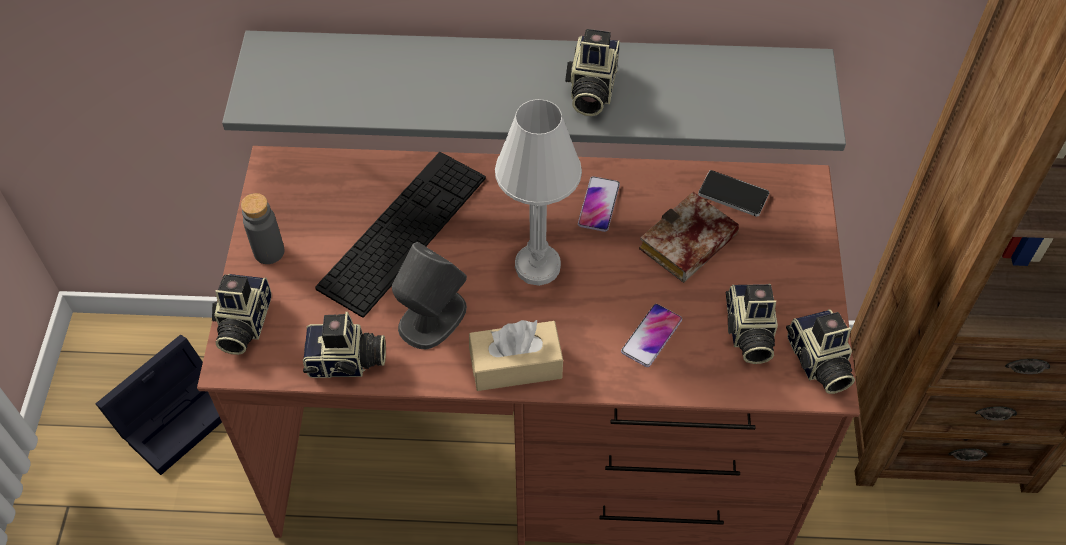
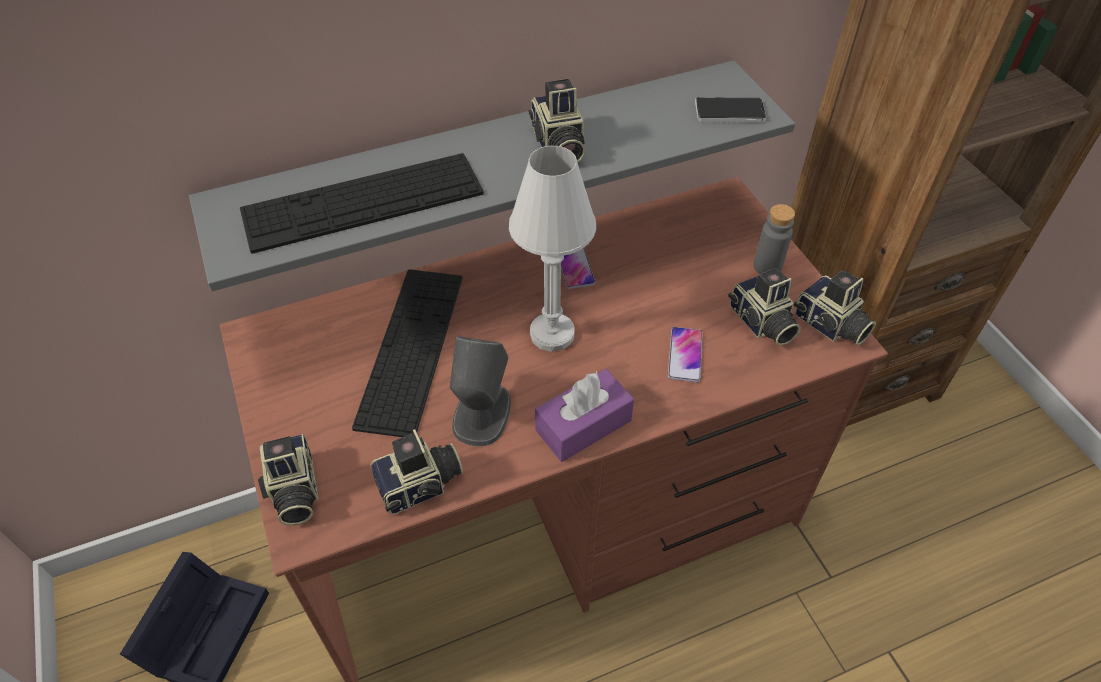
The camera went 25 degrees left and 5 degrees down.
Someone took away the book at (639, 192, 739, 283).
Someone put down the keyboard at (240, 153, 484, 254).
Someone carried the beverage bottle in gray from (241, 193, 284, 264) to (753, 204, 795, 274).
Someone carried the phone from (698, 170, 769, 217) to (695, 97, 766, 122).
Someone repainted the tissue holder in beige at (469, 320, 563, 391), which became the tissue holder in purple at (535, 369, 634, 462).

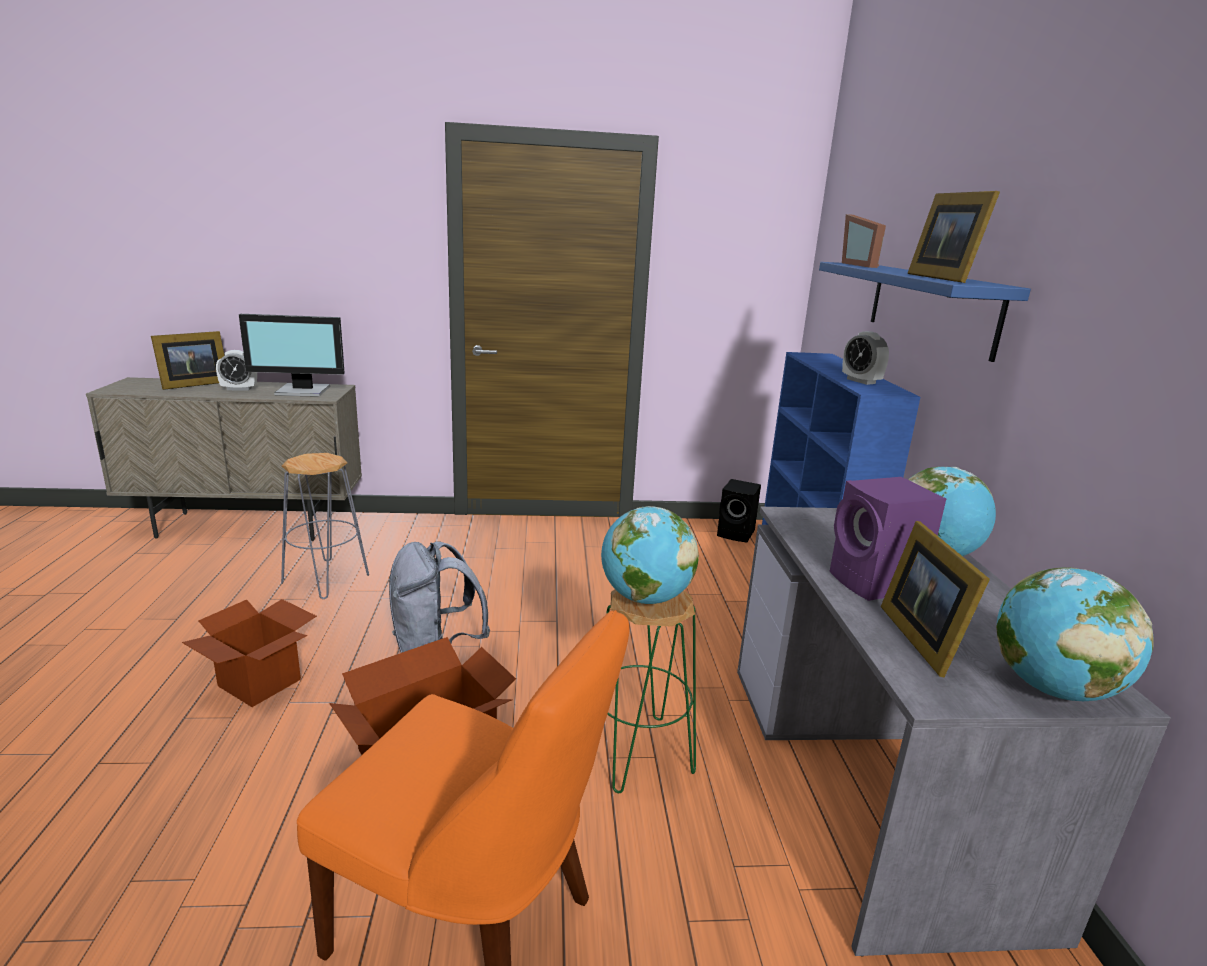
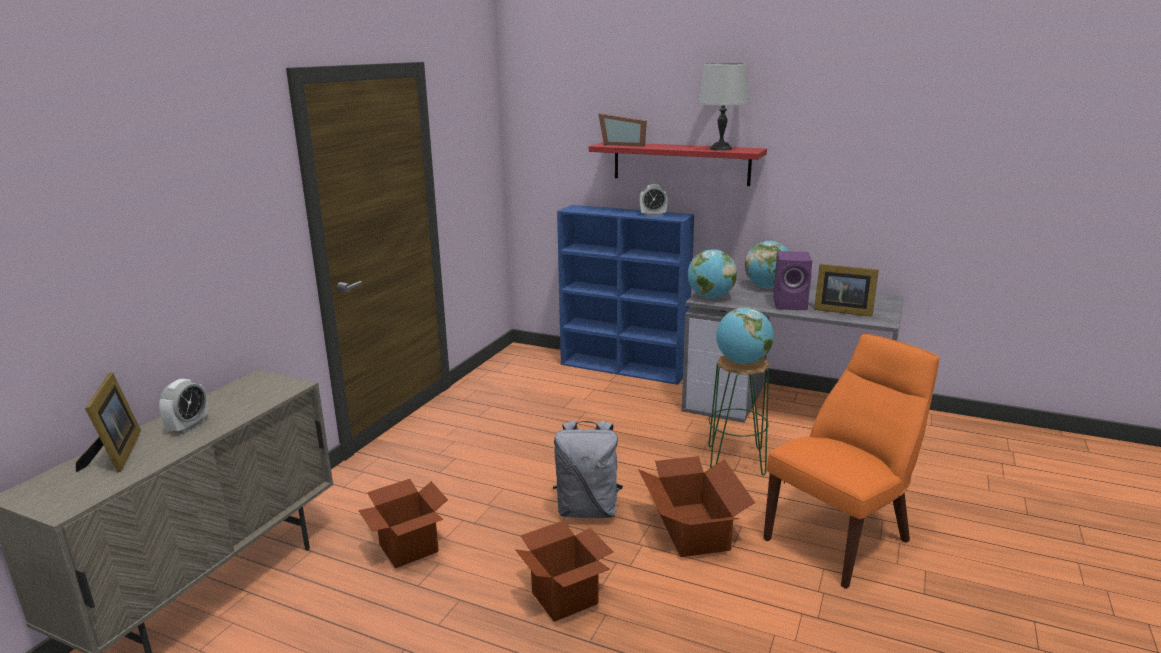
The camera went 60 degrees left and 0 degrees up.
Someone took away the monitor at (239, 314, 345, 397).
Someone took away the loudspeaker in black-coloured at (717, 479, 761, 542).
Someone carried the desk globe from (996, 567, 1154, 701) to (688, 249, 737, 299).
Someone swapped the stool seat in gray at (281, 453, 369, 599) for the cardboard box at (358, 479, 448, 569).
Someone swapped the photo frame at (908, 191, 1000, 283) for the tabletop lamp in gray at (698, 63, 749, 151).
Someone repainted the shelf in blue-coloured at (819, 262, 1031, 362), which became the shelf in red-coloured at (589, 142, 767, 186).

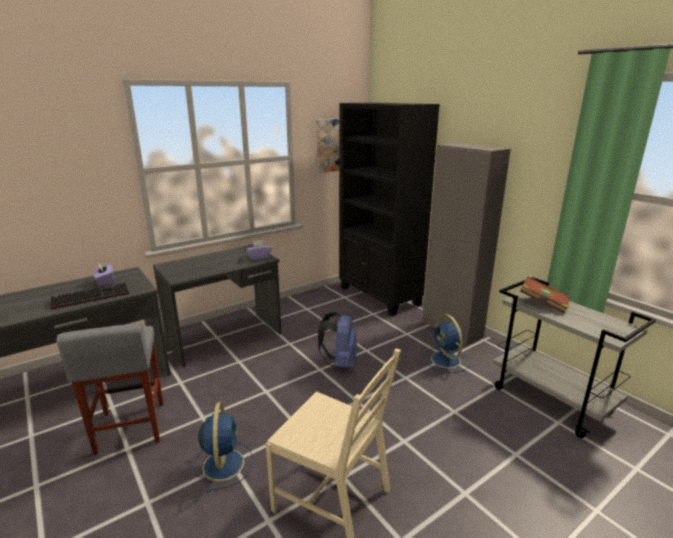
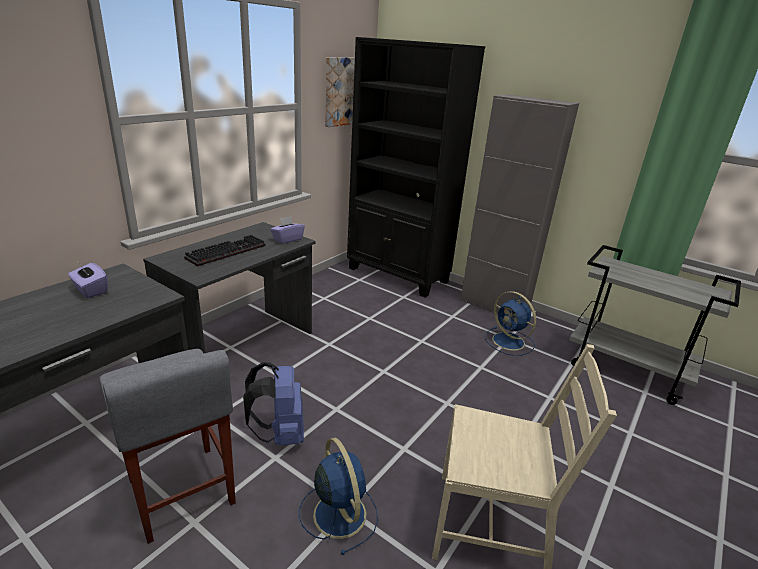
The camera went 20 degrees left and 5 degrees up.
Someone took away the book in brown at (520, 276, 570, 313).
Someone carried the keyboard from (50, 283, 129, 310) to (184, 235, 266, 266).
Someone carried the backpack in blue-coloured from (318, 312, 357, 368) to (243, 362, 304, 445).

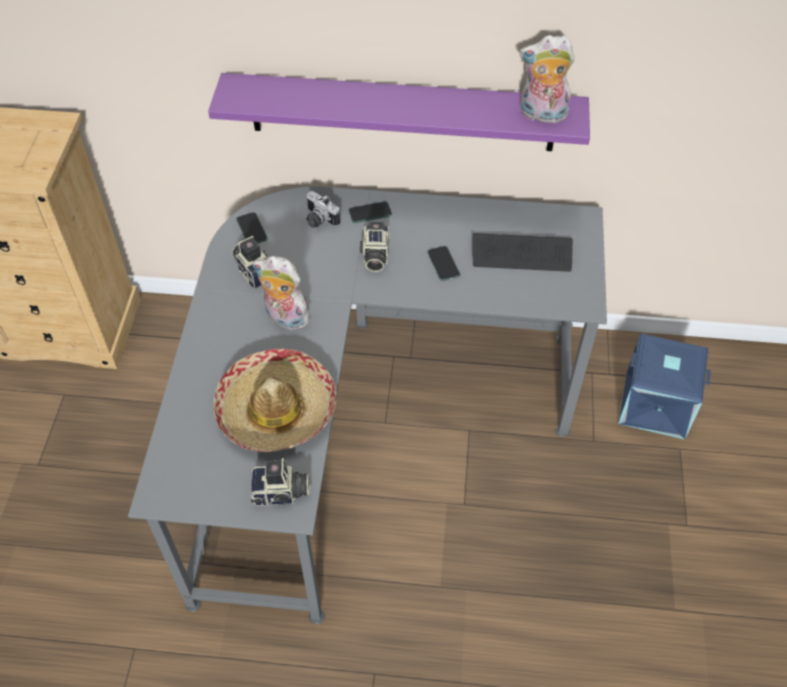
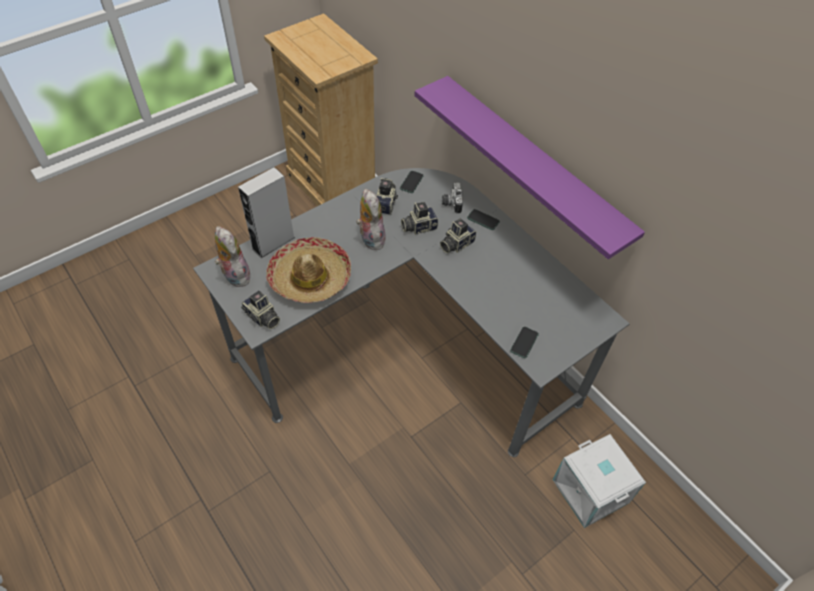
The camera went 45 degrees right and 0 degrees up.
Someone took away the keyboard at (473, 233, 573, 272).
Someone put down the loudspeaker in gray at (238, 167, 295, 258).
Someone put down the still camera at (401, 202, 438, 235).
Someone carried the phone from (427, 246, 460, 281) to (510, 327, 539, 358).
Someone carried the soft toy from (519, 35, 575, 123) to (215, 226, 250, 287).
Someone repainted the storage bin in blue-coloured at (618, 333, 711, 439), which became the storage bin in white at (552, 434, 646, 528).

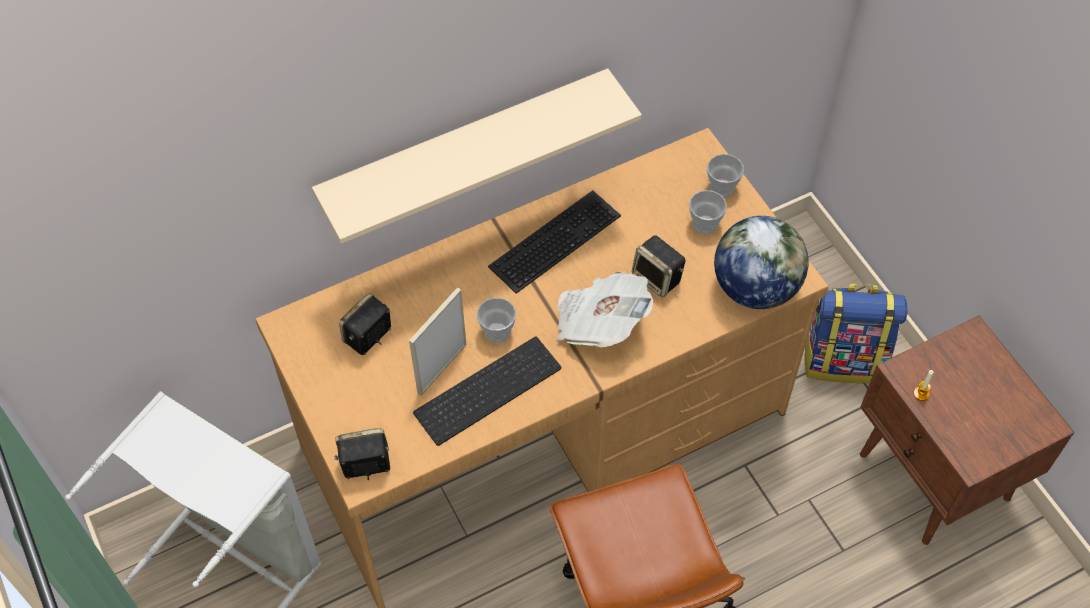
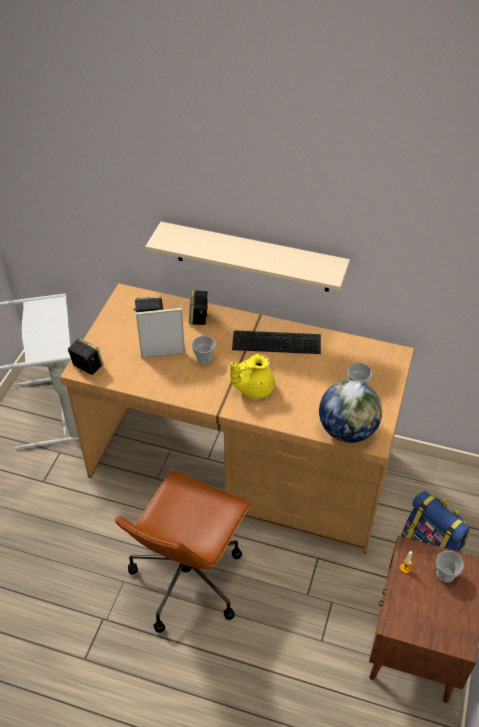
The camera went 45 degrees right and 10 degrees down.
Someone took away the keyboard at (413, 336, 561, 446).
Someone carried the loudspeaker from (632, 235, 686, 297) to (189, 290, 209, 325).
Someone carried the small cup from (707, 154, 744, 198) to (436, 551, 464, 583).
Someone swapped the newspaper at (557, 271, 653, 348) for the pot for tea in yellow at (230, 354, 275, 399).

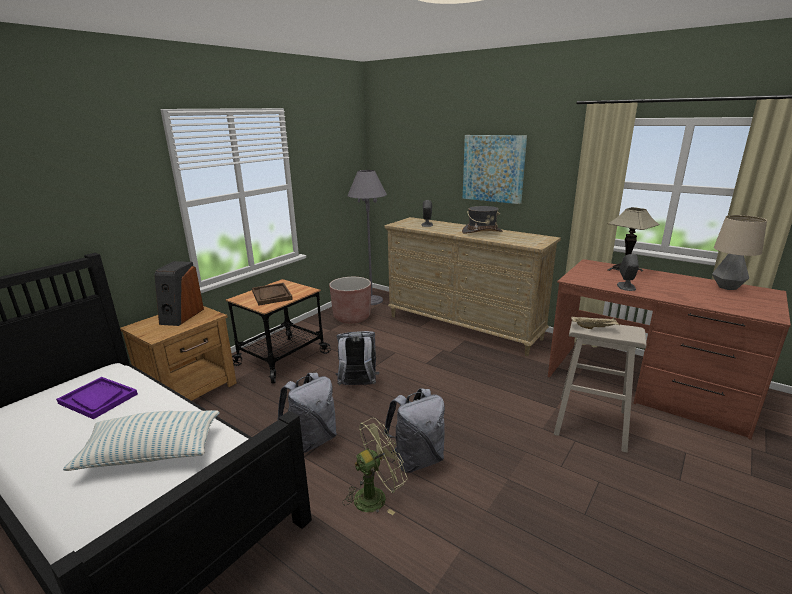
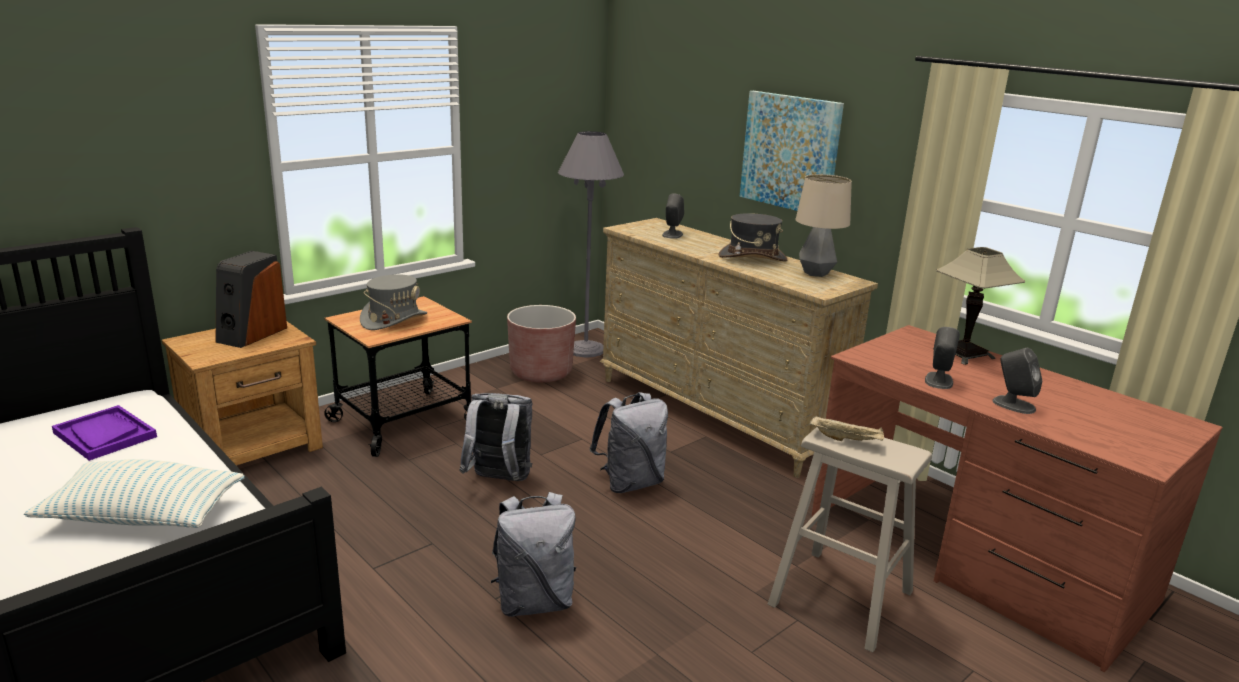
The camera went 10 degrees right and 0 degrees up.
Someone took away the cooling fan in green at (343, 418, 408, 515).
Someone put down the loudspeaker in gray at (992, 348, 1042, 414).
Someone carried the backpack in gray from (277, 372, 337, 453) to (589, 392, 668, 493).
Someone carried the tabletop lamp from (712, 215, 767, 290) to (796, 174, 852, 277).
Someone swapped the carrying tray in brown at (252, 283, 293, 306) for the hat in gray at (360, 274, 427, 330).

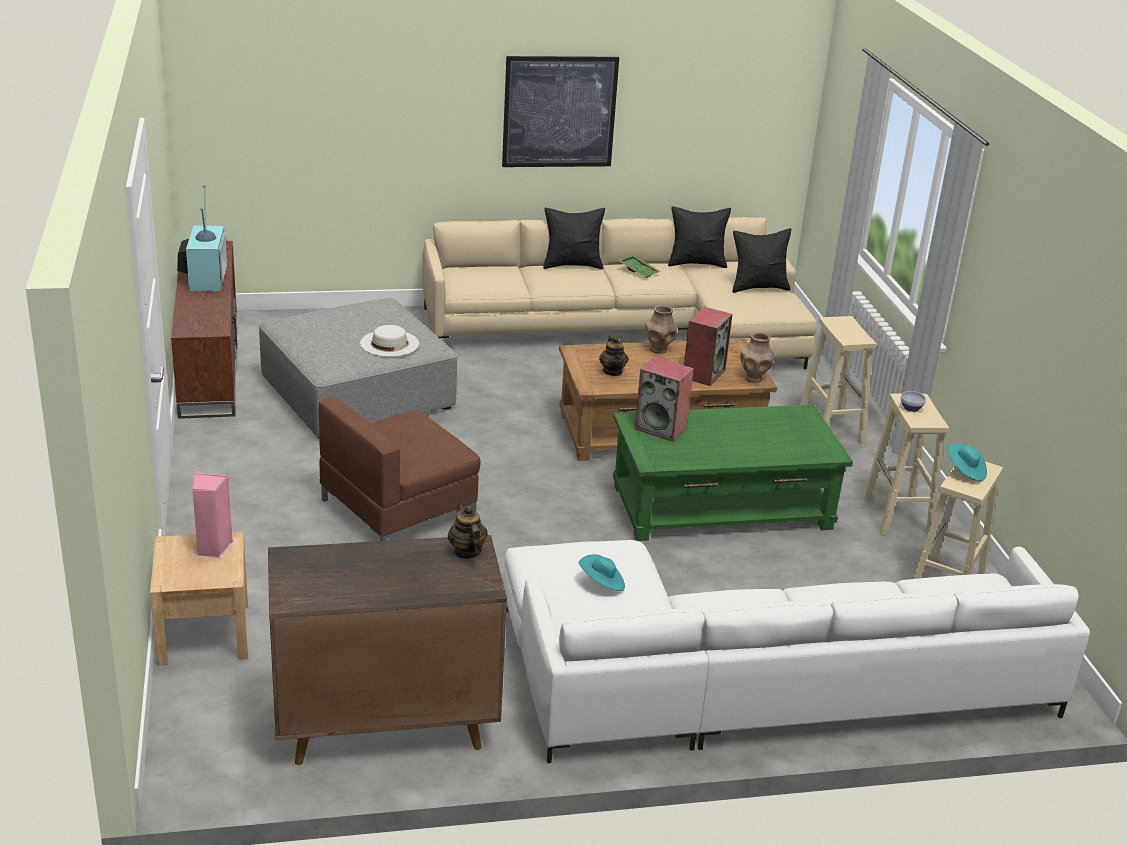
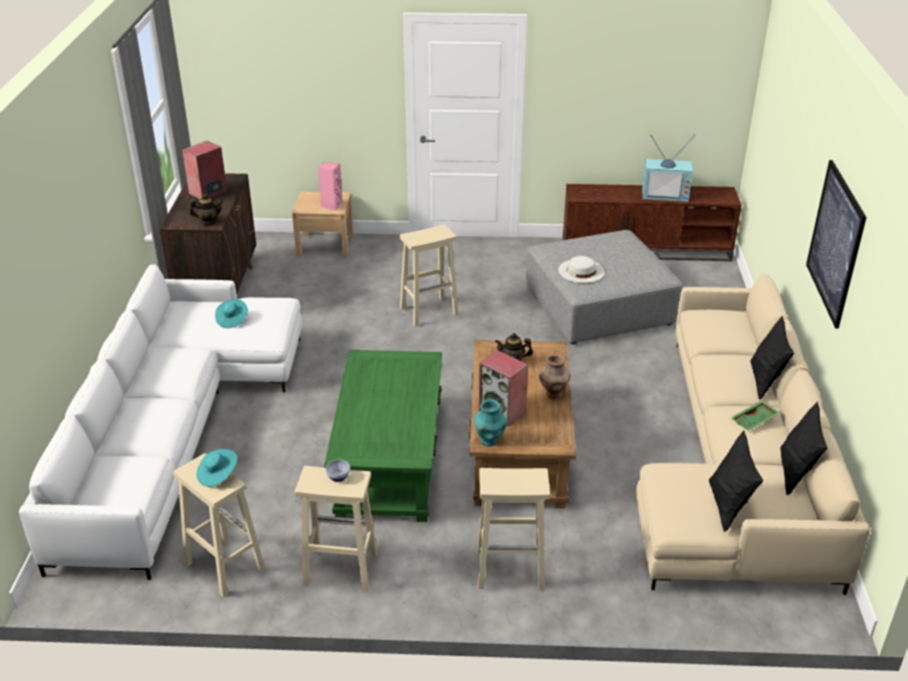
The camera went 105 degrees right and 5 degrees up.
Someone carried the loudspeaker from (635, 357, 694, 442) to (182, 141, 227, 199).
Someone swapped the lounge chair in brown at (319, 397, 480, 541) for the stool seat in beige at (400, 224, 459, 327).
Someone repainted the vase in brown at (740, 332, 774, 383), which became the vase in turquoise-coloured at (474, 400, 507, 447).

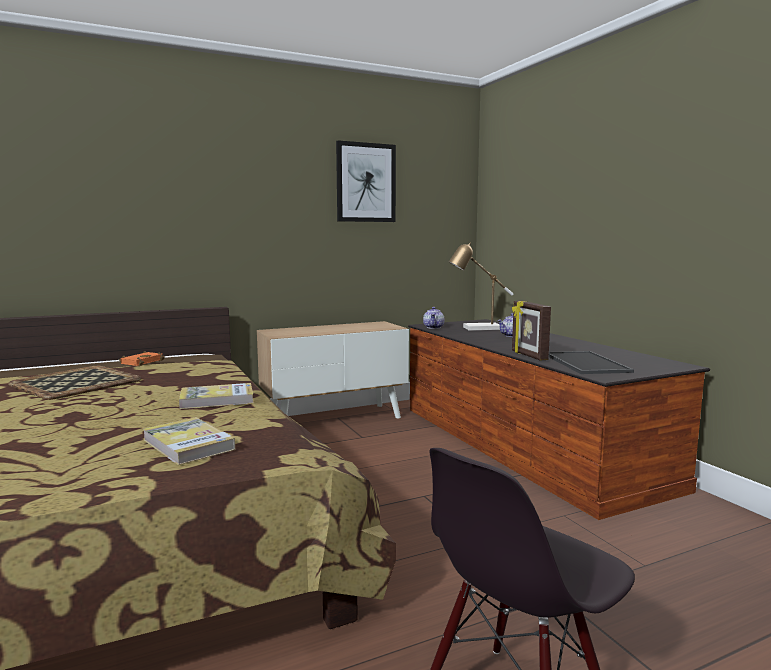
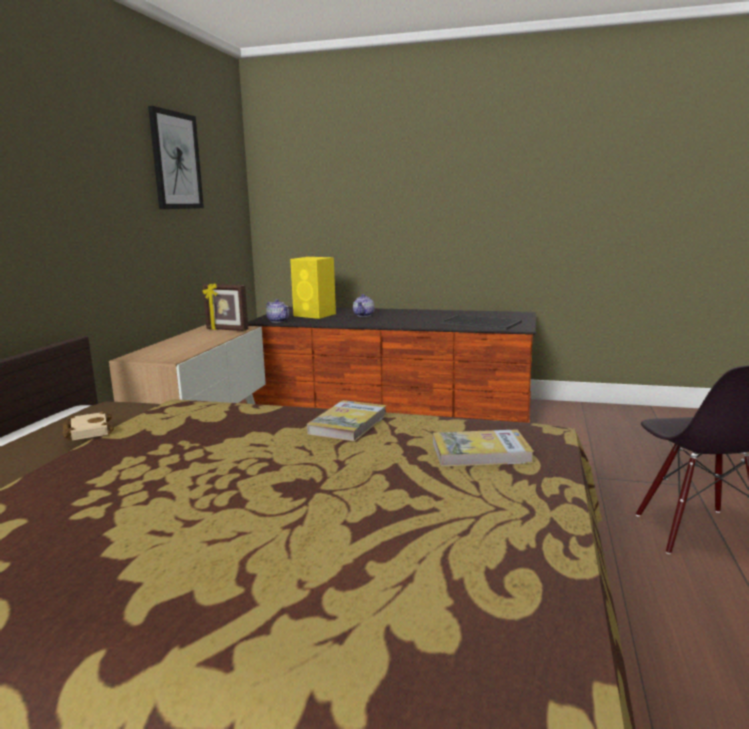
The camera went 50 degrees left and 5 degrees up.
Someone took away the carrying tray at (8, 366, 141, 400).
Someone carried the photo frame from (512, 301, 551, 361) to (202, 283, 248, 331).
Someone swapped the tabletop lamp at (449, 243, 513, 331) for the loudspeaker in yellow at (290, 257, 336, 319).
Someone repainted the book in orangey at (119, 351, 165, 366), which became the book in beige at (63, 411, 114, 441).

